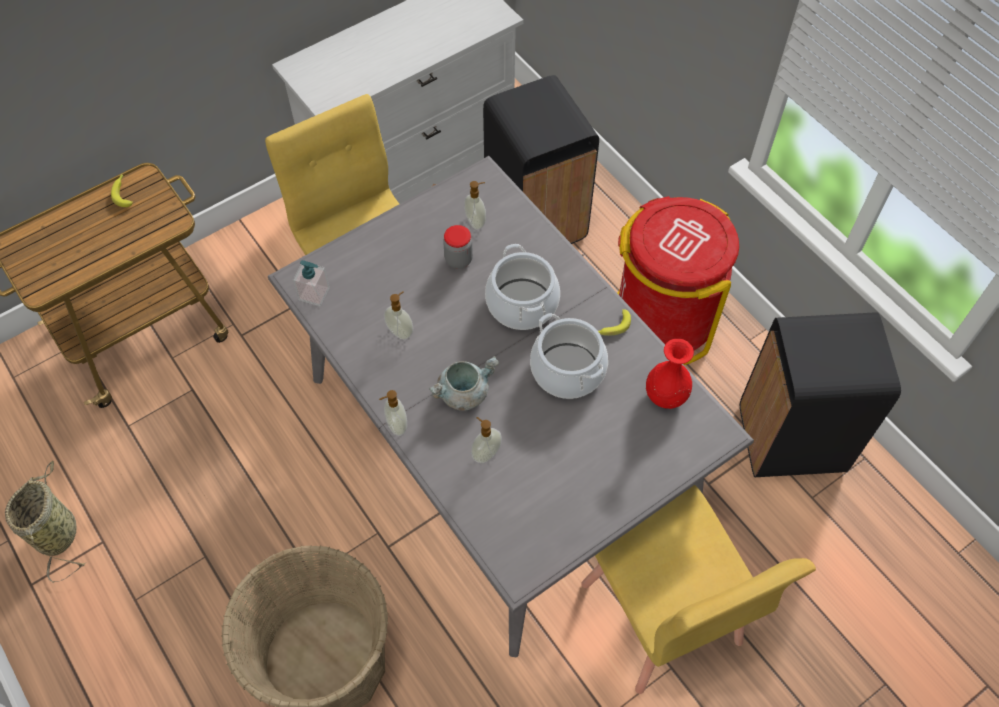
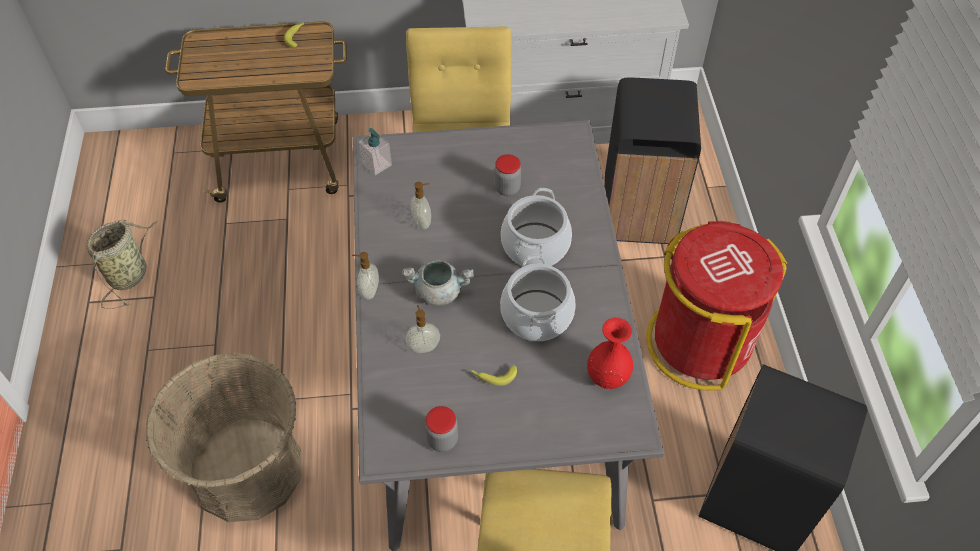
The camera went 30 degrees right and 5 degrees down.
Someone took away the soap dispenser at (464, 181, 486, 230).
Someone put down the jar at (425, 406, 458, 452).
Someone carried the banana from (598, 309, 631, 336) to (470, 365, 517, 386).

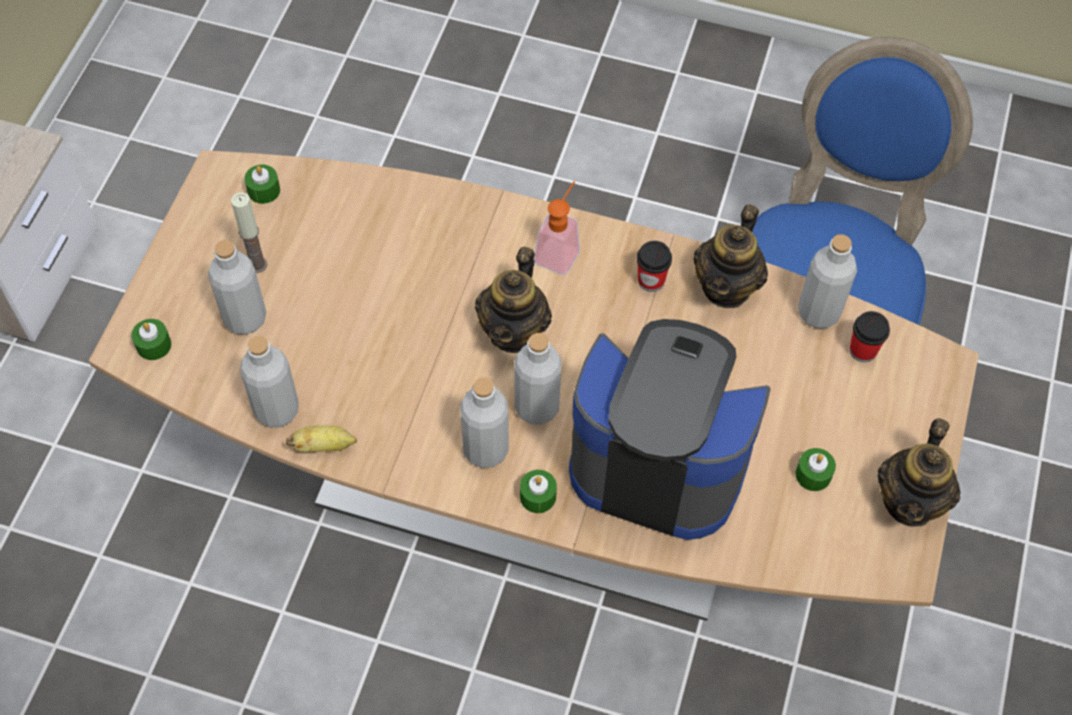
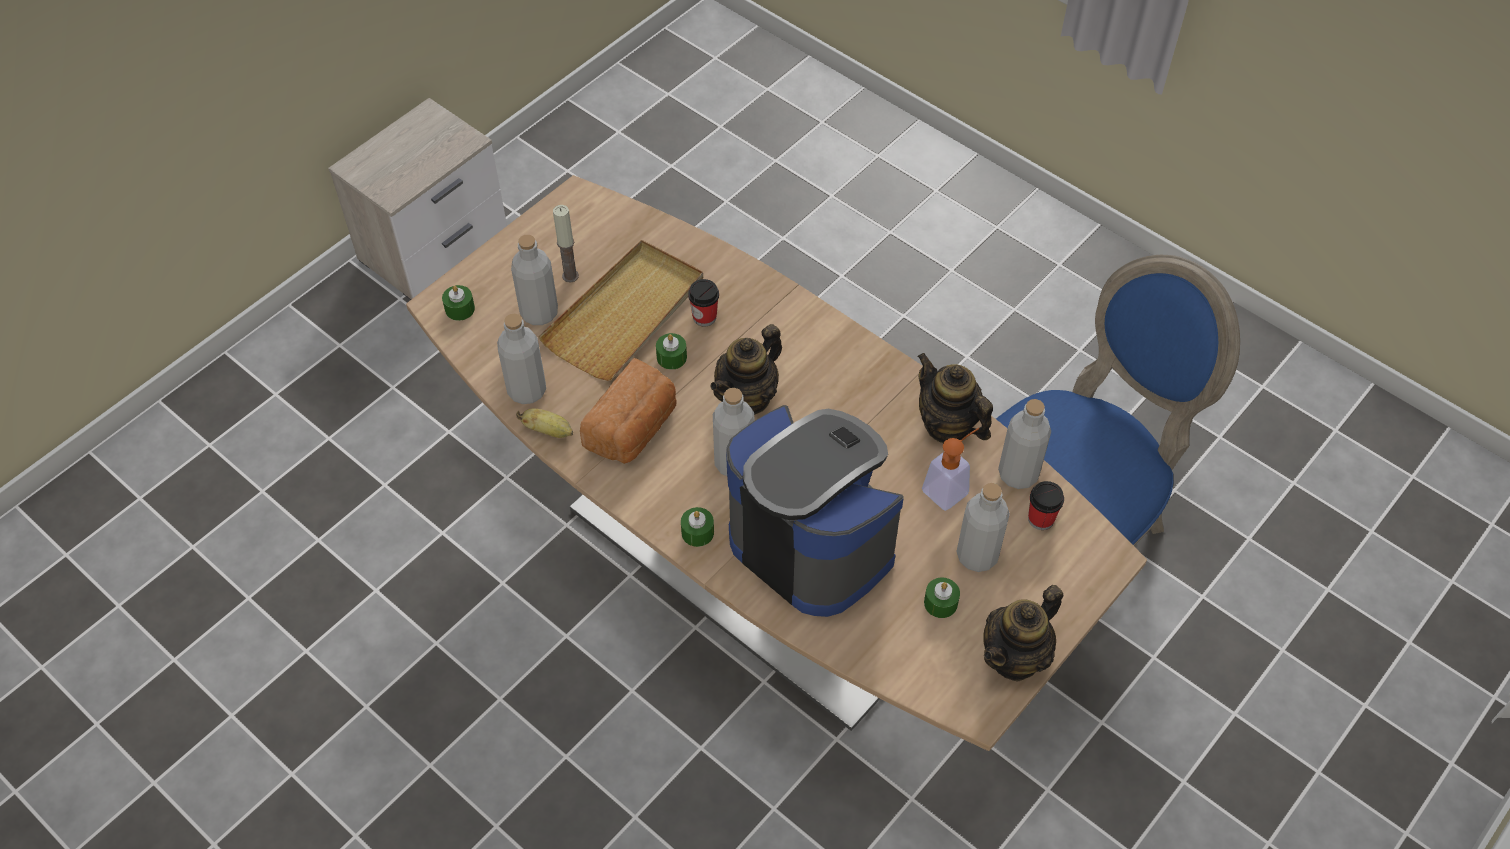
The camera went 25 degrees right and 5 degrees down.
Someone put down the carrying tray in beige at (538, 240, 703, 381).
Someone put down the bakery bread at (580, 358, 677, 464).
Someone carried the wax candle in green from (244, 165, 280, 204) to (656, 333, 687, 370).
Someone carried the beverage bottle in gray from (460, 377, 509, 468) to (956, 483, 1010, 572).
Someone carried the soap dispenser from (534, 181, 580, 275) to (922, 428, 979, 511).
Someone carried the small cup from (637, 241, 672, 292) to (688, 279, 719, 326).
Someone rotated the pot for tea at (693, 204, 768, 308) by 90 degrees clockwise.

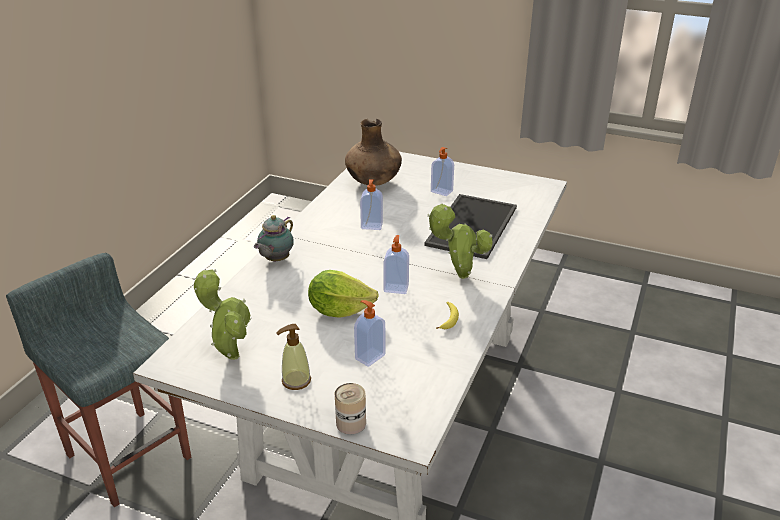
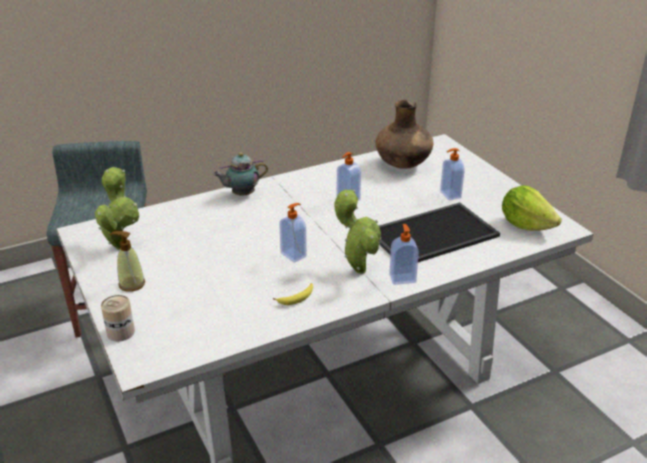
The camera went 40 degrees right and 0 degrees up.
Someone carried the lettuce head from (308, 270, 379, 318) to (502, 185, 562, 231).
Someone carried the soap dispenser from (354, 300, 385, 367) to (389, 224, 419, 285).

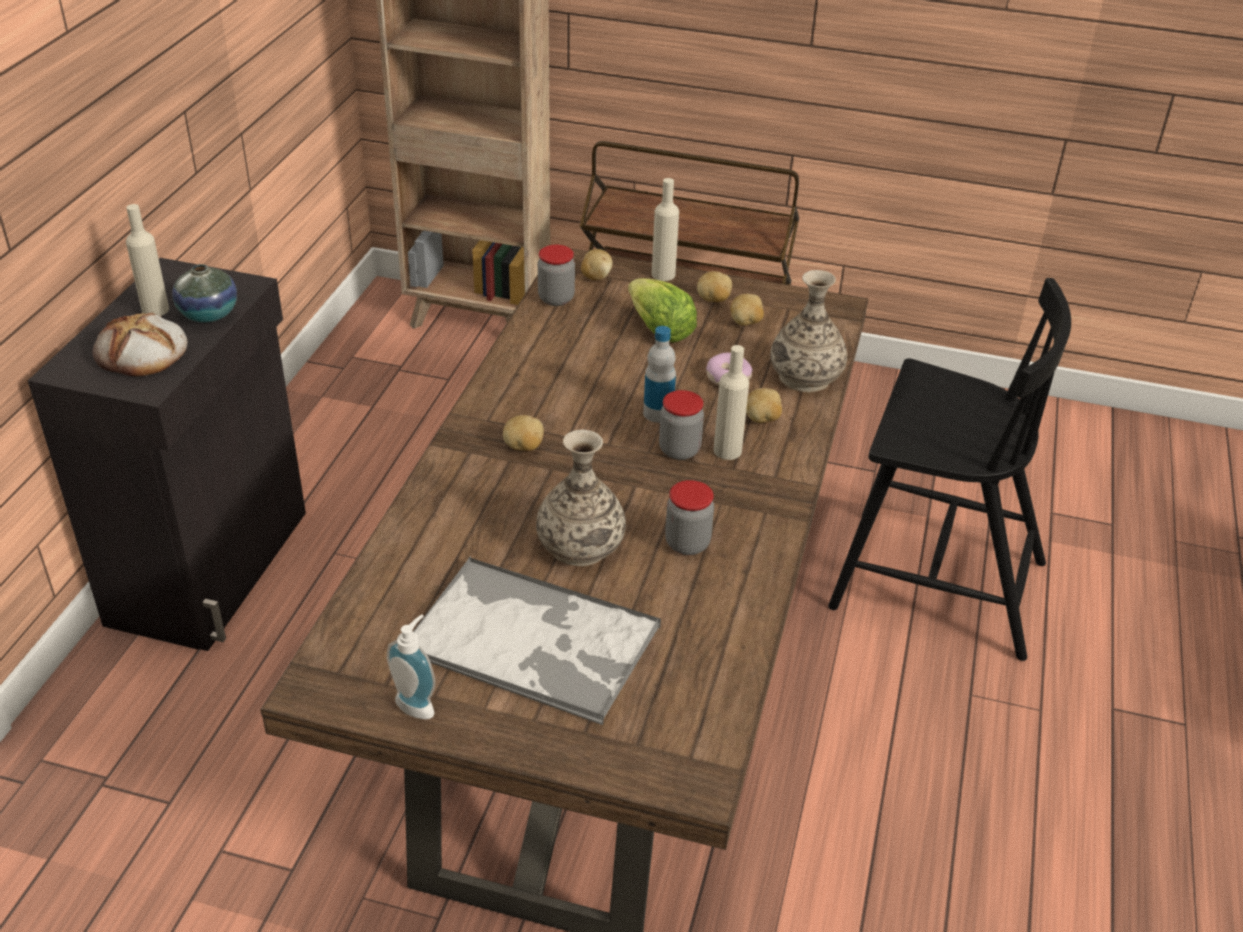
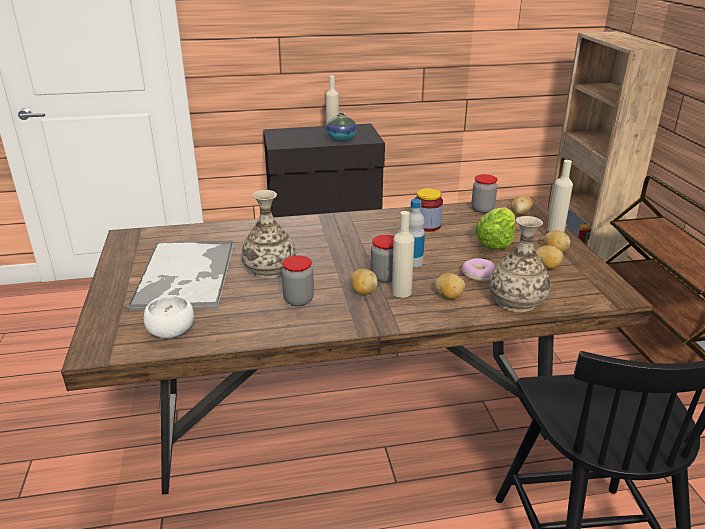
The camera went 65 degrees right and 10 degrees down.
Someone took away the bakery bread at (93, 313, 188, 377).
Someone took away the soap dispenser at (387, 614, 435, 719).
Someone put down the bowl in white at (144, 295, 194, 338).
Someone put down the jar at (415, 188, 443, 232).
Someone carried the whole potato from (503, 415, 544, 451) to (350, 269, 378, 295).

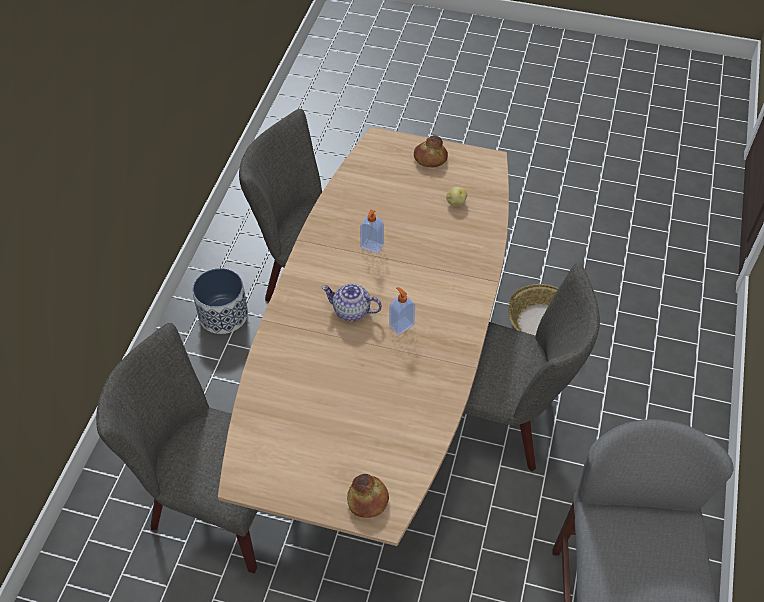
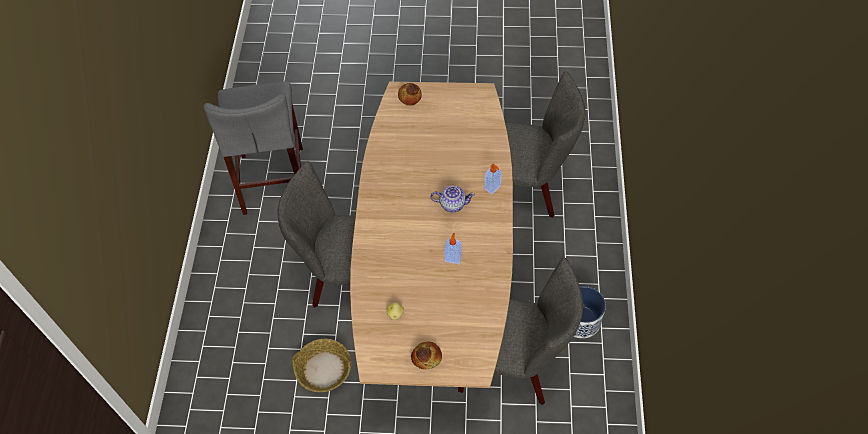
The camera went 170 degrees right and 5 degrees up.
Someone carried the soap dispenser from (389, 287, 415, 335) to (484, 164, 502, 195).

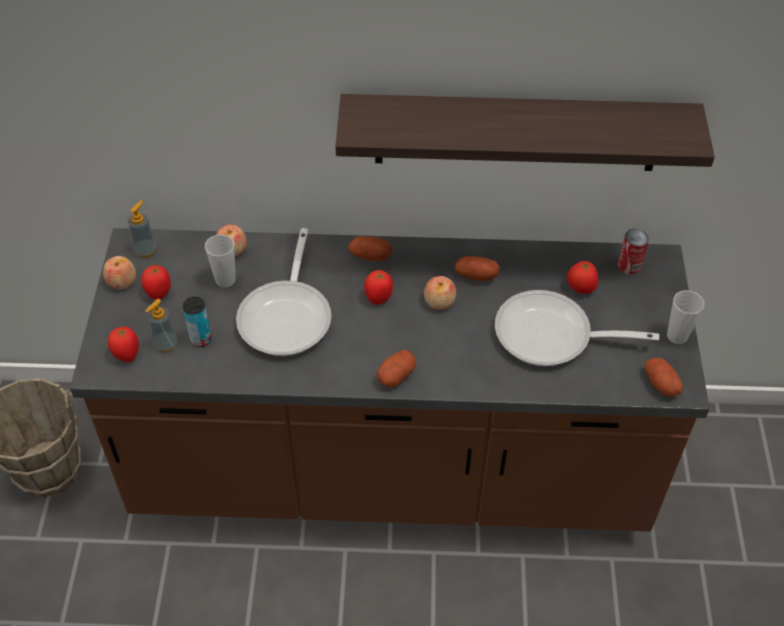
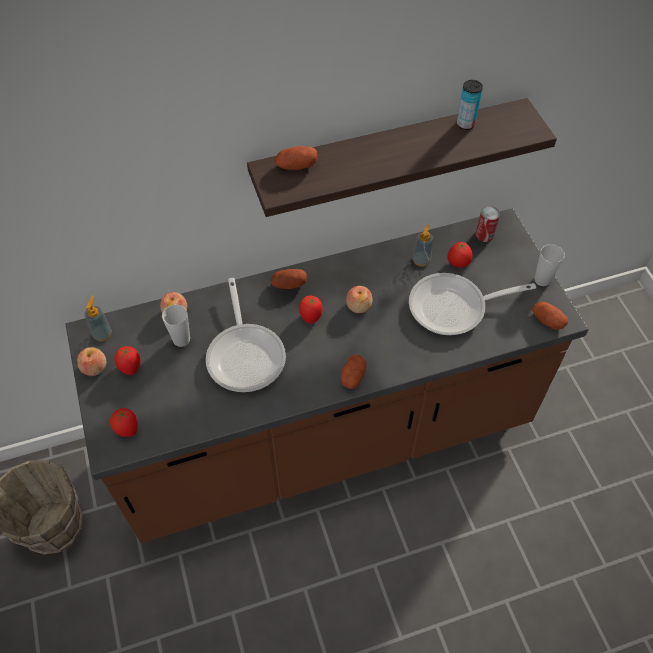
The camera went 20 degrees left and 5 degrees up.
Someone carried the soap dispenser from (146, 299, 178, 352) to (412, 225, 433, 267).
Someone carried the sealed can from (183, 297, 212, 347) to (457, 80, 483, 130).
Someone carried the whole potato from (455, 256, 500, 281) to (275, 146, 318, 170).

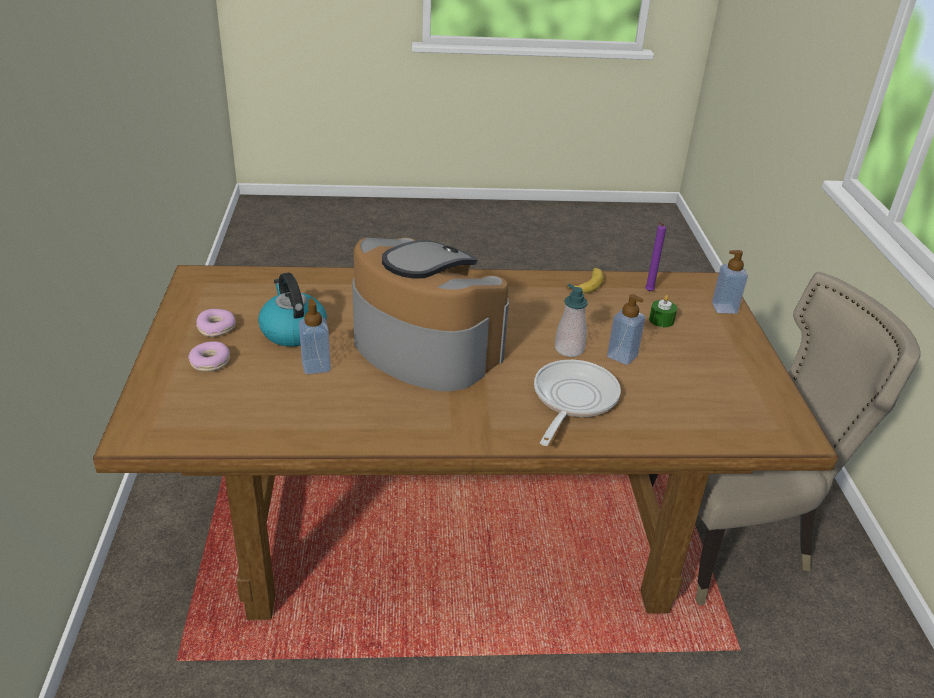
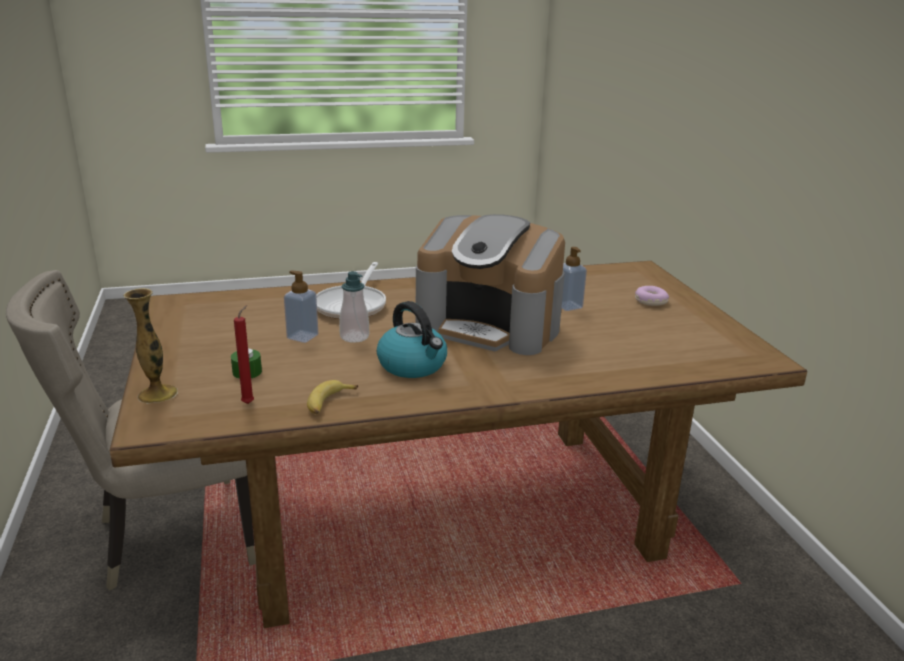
The camera went 170 degrees right and 10 degrees down.
Someone took away the donut at (196, 309, 236, 337).
Someone carried the kettle from (258, 273, 327, 347) to (377, 301, 447, 378).
Someone swapped the soap dispenser at (712, 250, 748, 314) for the vase at (123, 288, 178, 404).
Someone repainted the wax candle in purple at (645, 222, 666, 292), which became the wax candle in red-coloured at (234, 305, 254, 404).

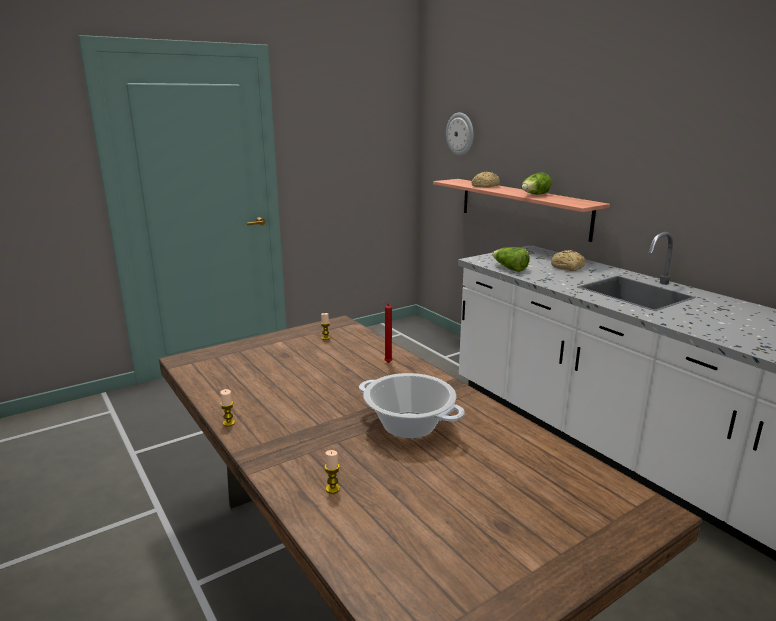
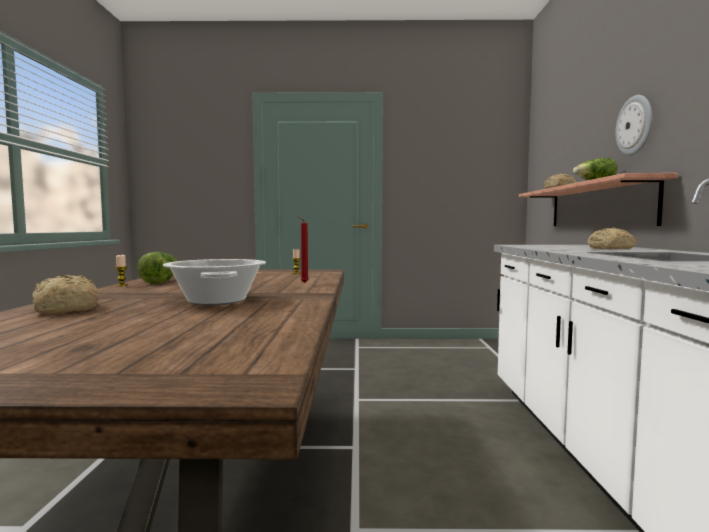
The camera went 35 degrees right and 15 degrees down.
Someone carried the clock on the wall from (446, 112, 474, 156) to (615, 95, 652, 155).
Someone carried the lettuce head from (492, 247, 530, 272) to (137, 252, 177, 284).
Someone swapped the wax candle at (325, 450, 340, 494) for the bakery bread at (32, 275, 98, 314).

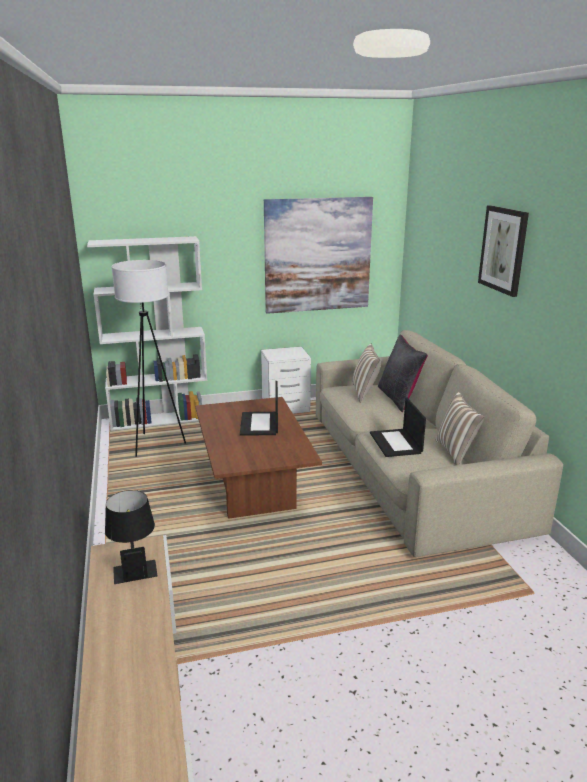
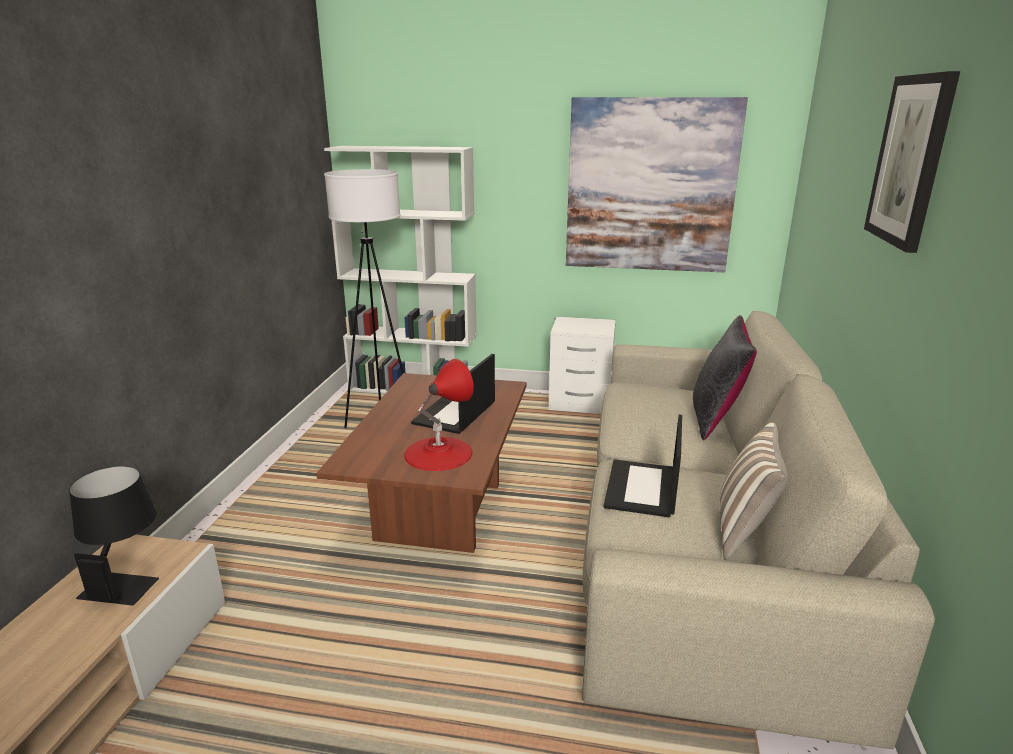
The camera went 25 degrees right and 0 degrees up.
Someone took away the throw pillow at (353, 344, 381, 403).
Someone put down the tabletop lamp in red-coloured at (404, 359, 474, 471).

